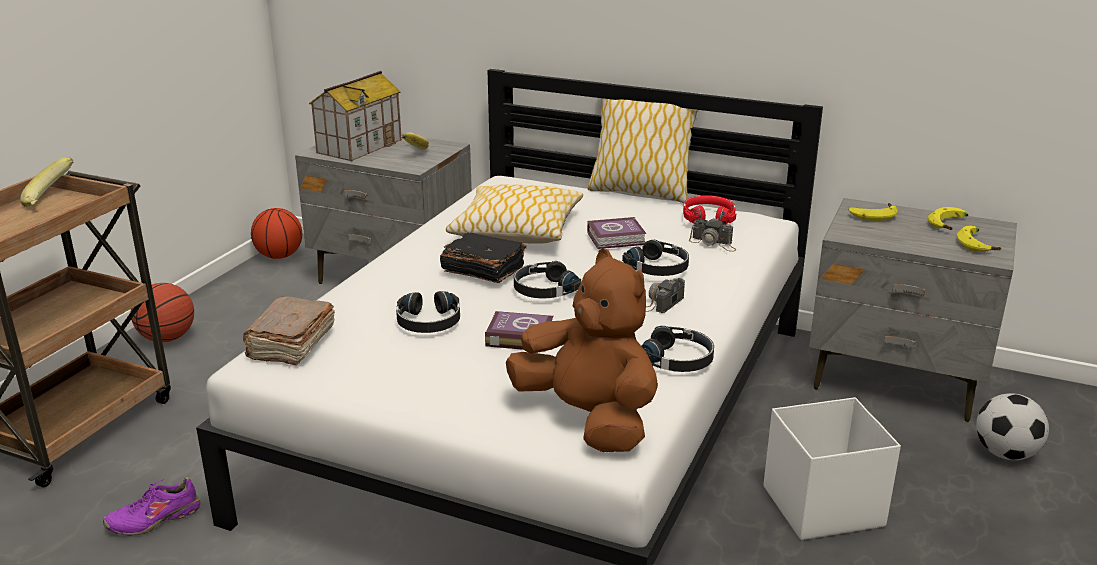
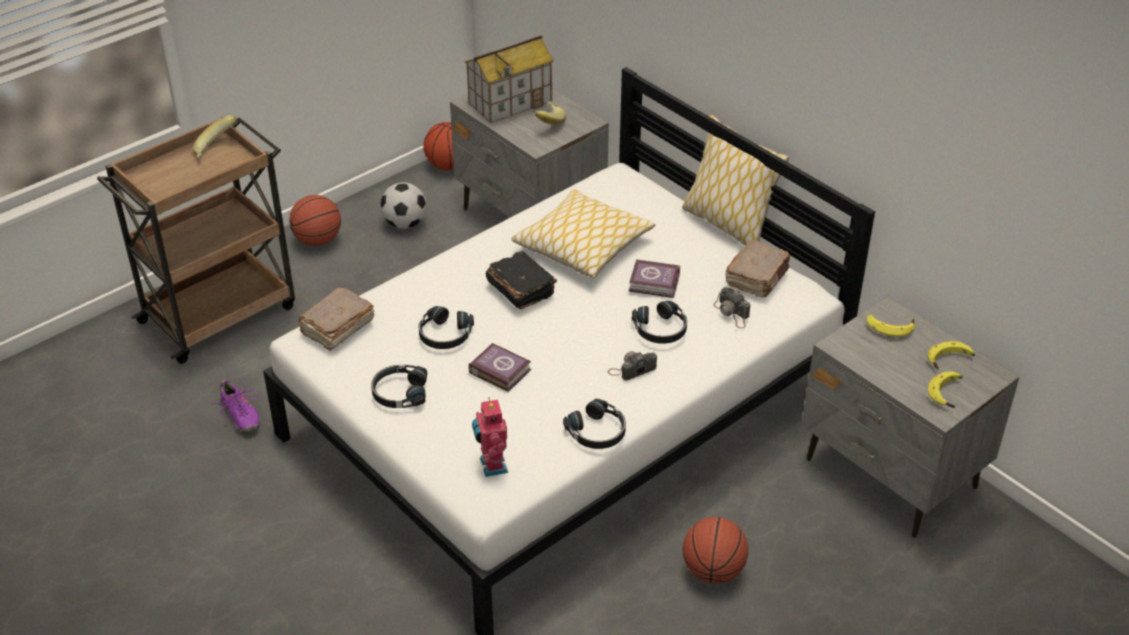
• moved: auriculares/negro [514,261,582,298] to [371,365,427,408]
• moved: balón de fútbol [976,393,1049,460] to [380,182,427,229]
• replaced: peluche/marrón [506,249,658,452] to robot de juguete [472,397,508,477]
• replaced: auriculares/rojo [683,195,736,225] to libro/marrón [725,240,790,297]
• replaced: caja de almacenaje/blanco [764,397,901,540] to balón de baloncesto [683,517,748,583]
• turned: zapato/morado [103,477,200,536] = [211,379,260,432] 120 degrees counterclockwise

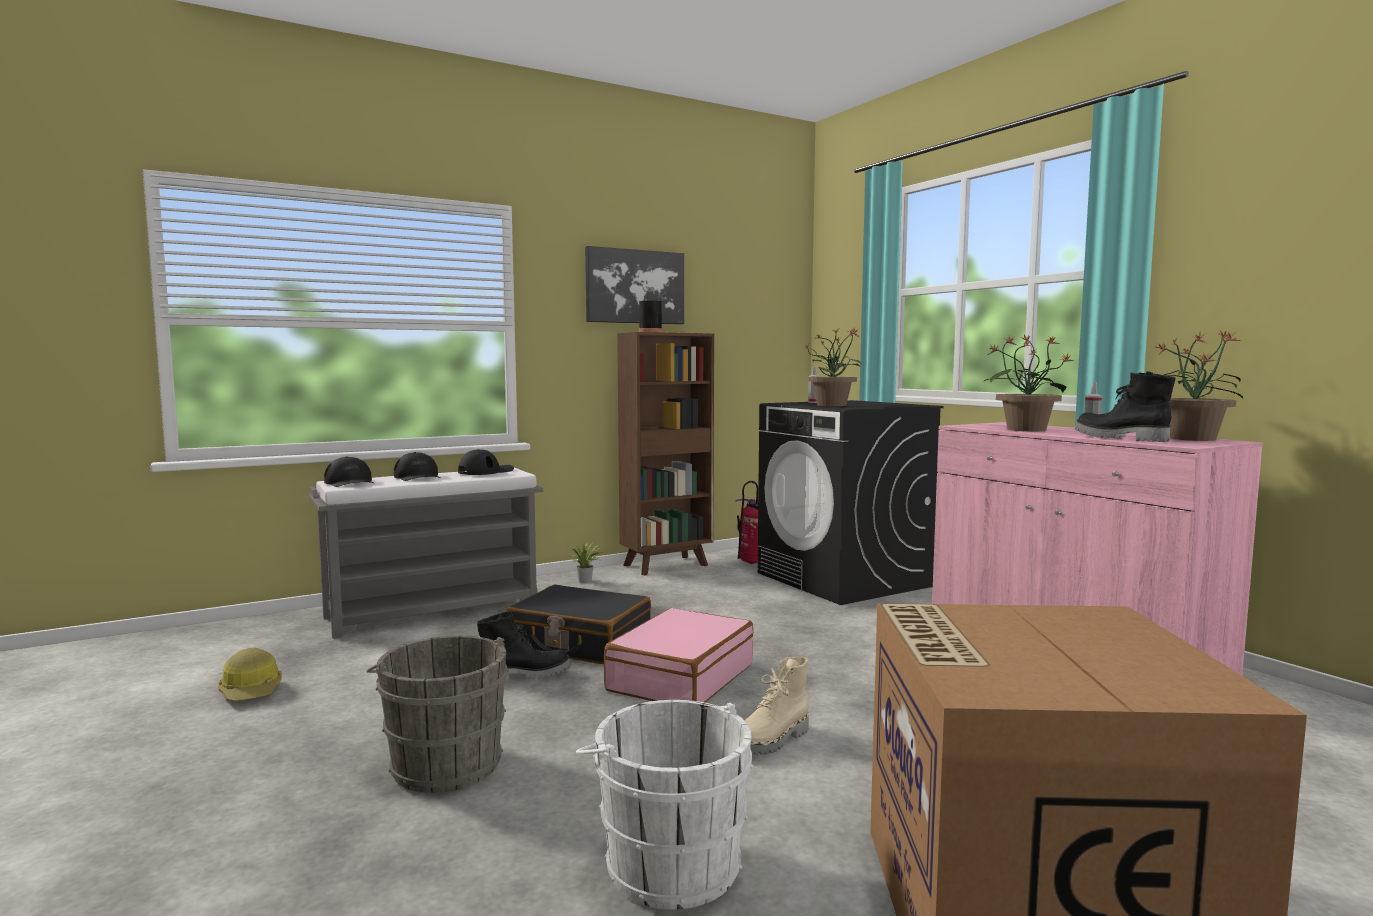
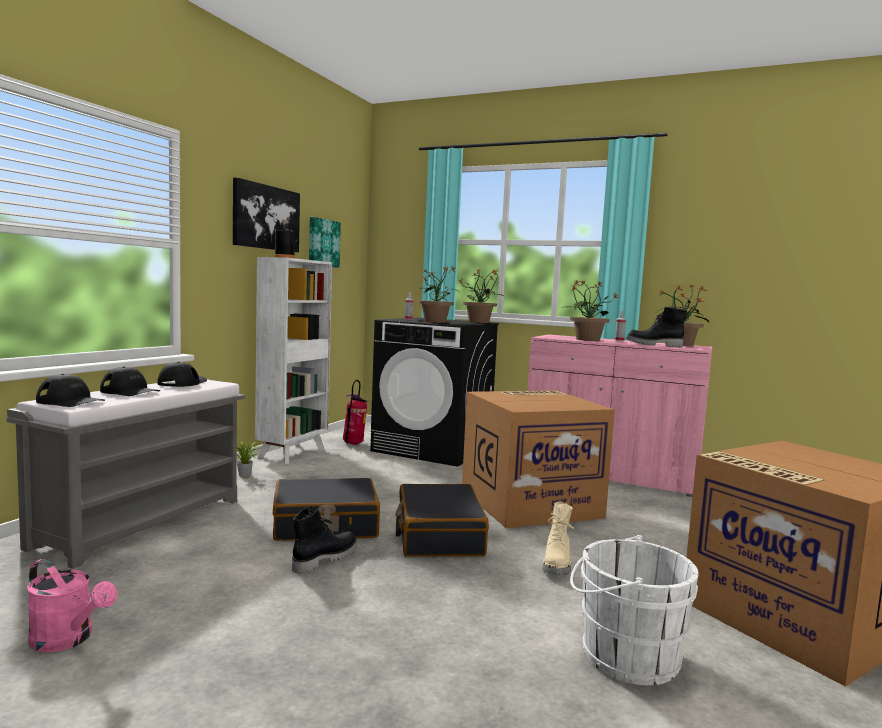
• removed: cubo/gris [367,636,509,793]
• added: cuadro [309,217,341,268]
• added: planta en maceta [459,269,505,323]
• added: caja de cartón [462,390,615,528]
• replaced: casco [218,648,282,701] to regadera/rosa [27,559,117,652]
• recoloured: maleta/rosa [604,608,753,703] to maleta/negro [395,484,489,557]
• recoloured: estantería/marrón [617,332,714,576] to estantería/blanco [255,257,332,464]

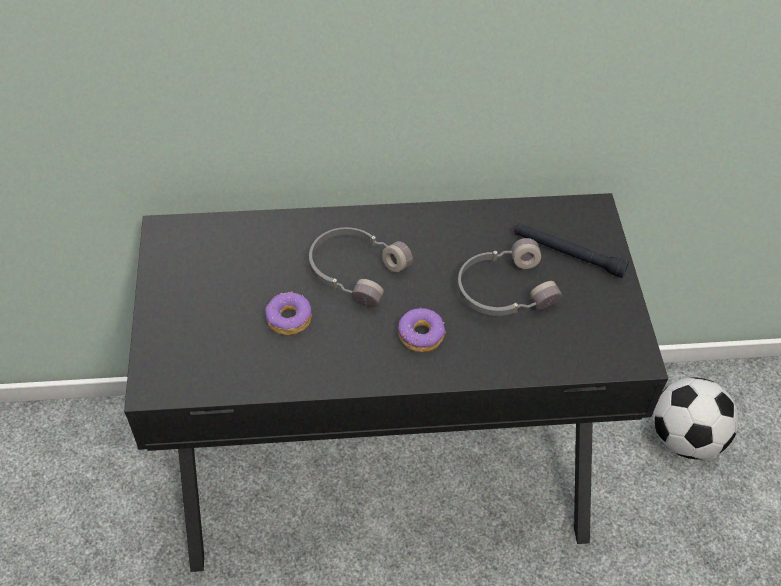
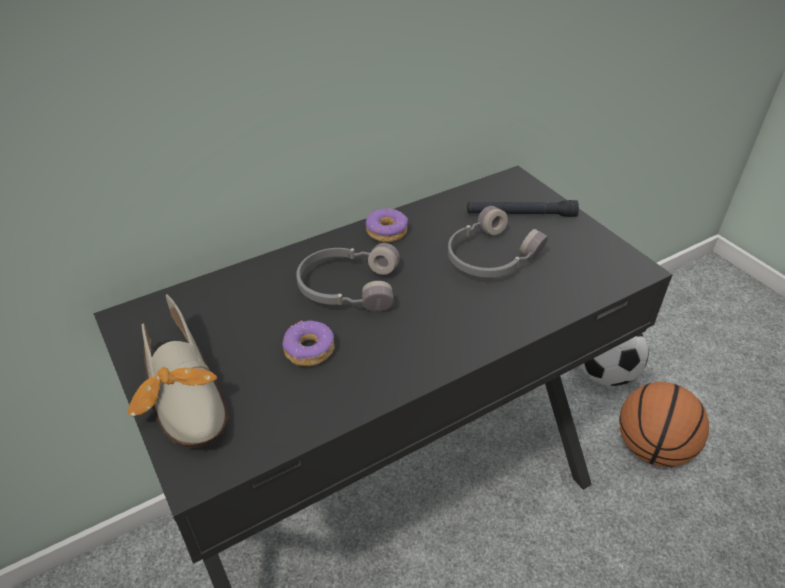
• added: zapato [128,294,228,448]
• added: balón de baloncesto [619,382,709,467]
• moved: rosquilla [398,308,446,352] to [366,208,408,242]

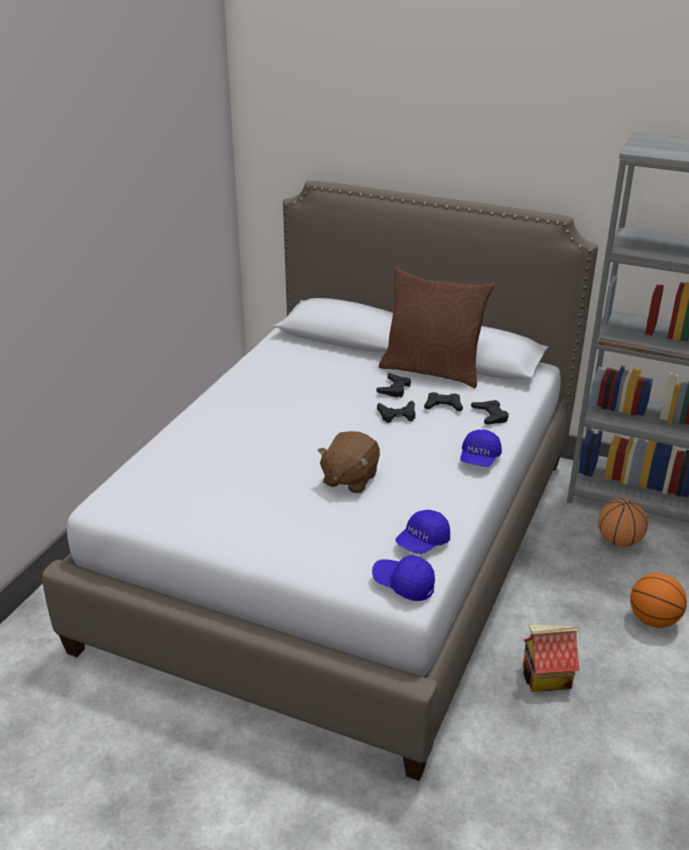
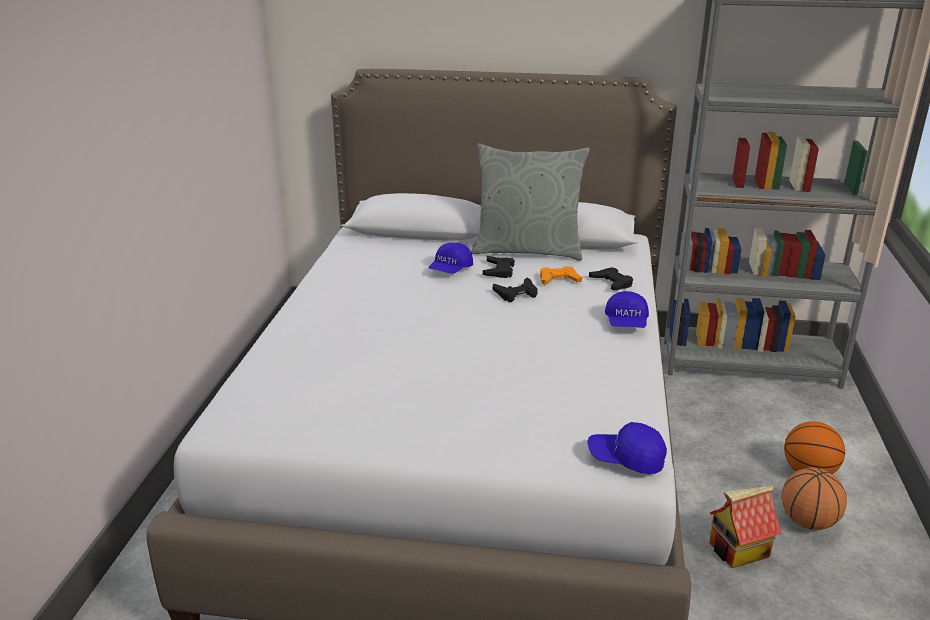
• removed: peluche/marrón [317,431,380,493]
• moved: gorra/azul [396,510,450,554] to [428,243,473,274]
• moved: balón de baloncesto [598,499,648,547] to [781,467,847,530]
• recoloured: cojín/marrón [379,268,495,388] to cojín/gris [471,143,590,261]
• recoloured: mando de consola/negro [424,392,463,411] to mando de consola/naranja [540,266,582,284]

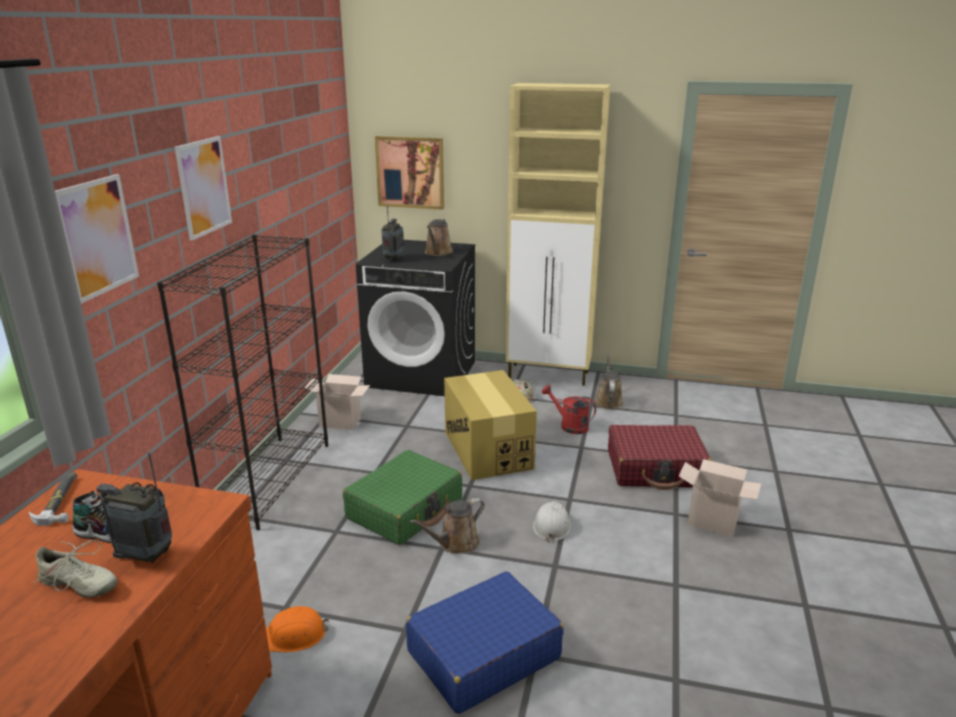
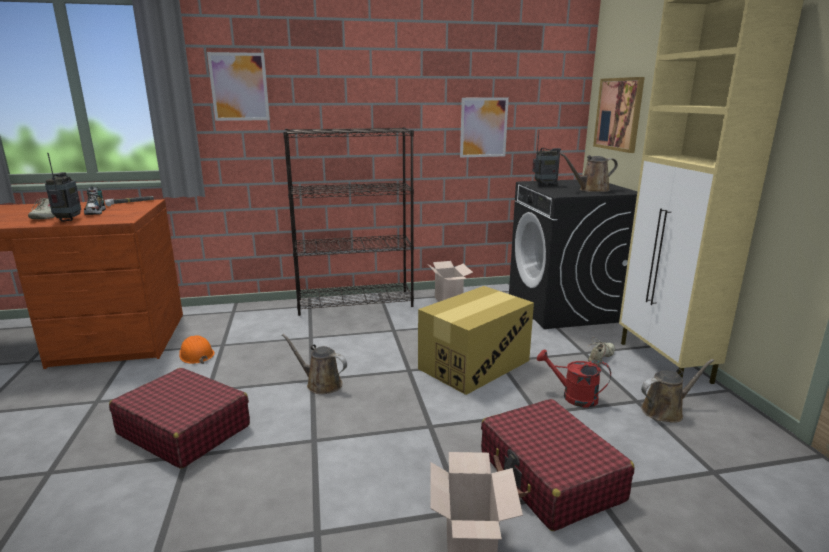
• removed: maleta/verde [343,450,462,545]
• removed: casco/blanco [533,501,571,542]
• moved: cuadro [175,136,232,241] to [460,98,509,157]
• recoloured: maleta/azul [406,571,563,714] to maleta/rojo [109,368,250,469]
• turned: regadera/rojo [542,385,596,434] = [537,349,611,408] 75 degrees counterclockwise

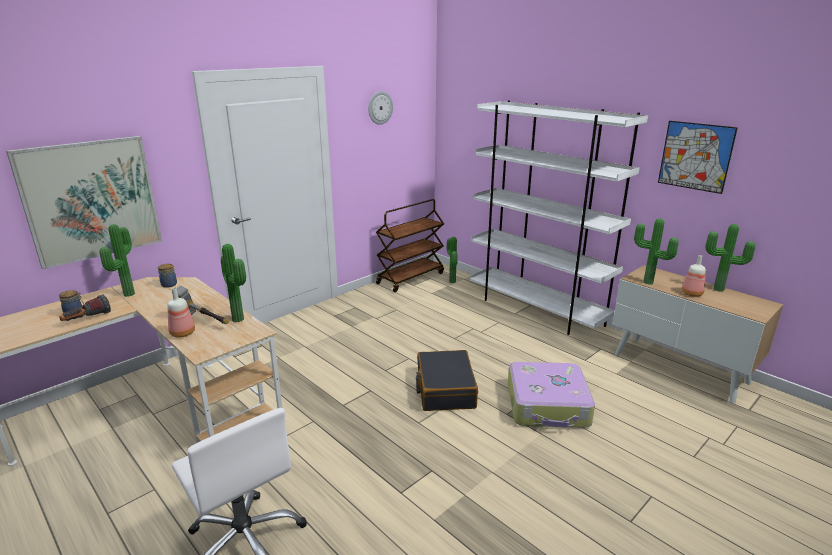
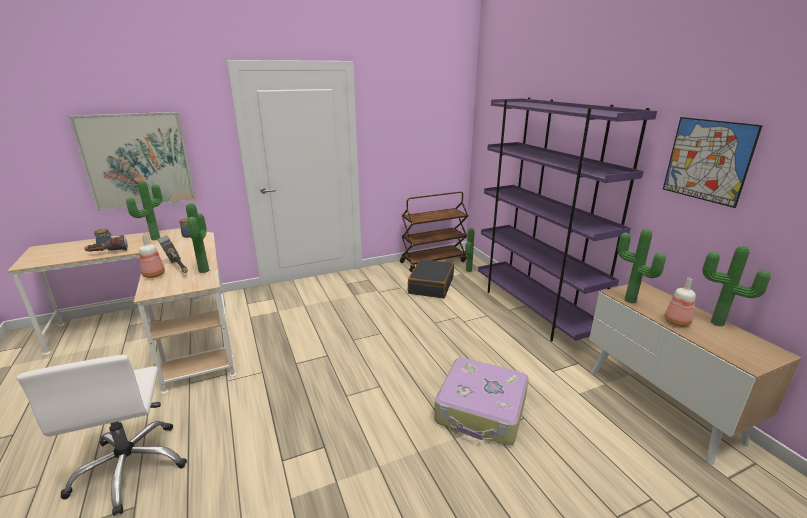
• removed: reloj de pared [368,91,393,125]
• moved: maleta/negro [416,350,478,411] to [408,259,454,299]
• recoloured: estantería/blanco [469,100,648,335] to estantería/morado [478,97,657,342]

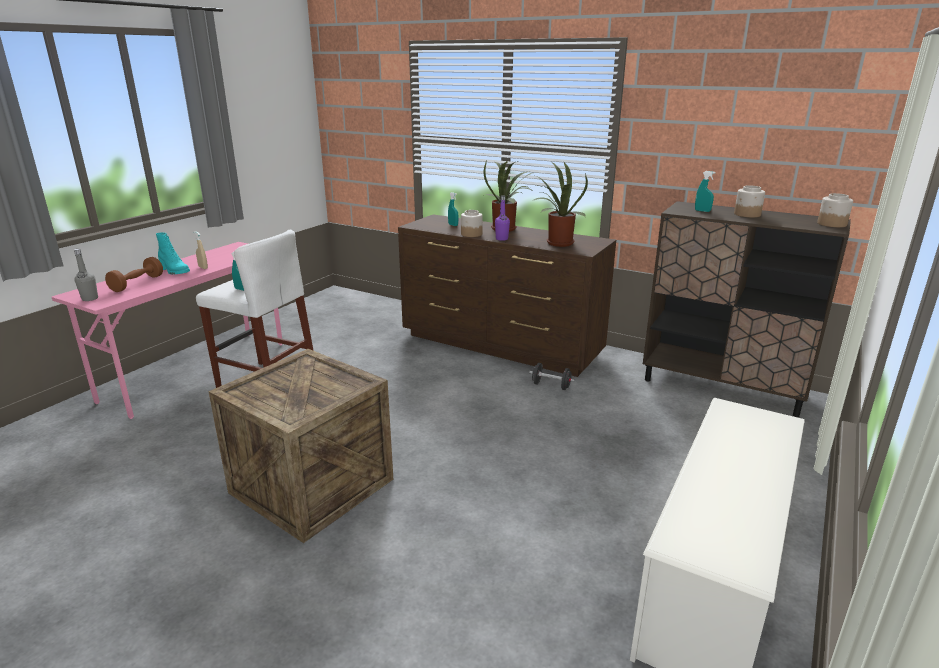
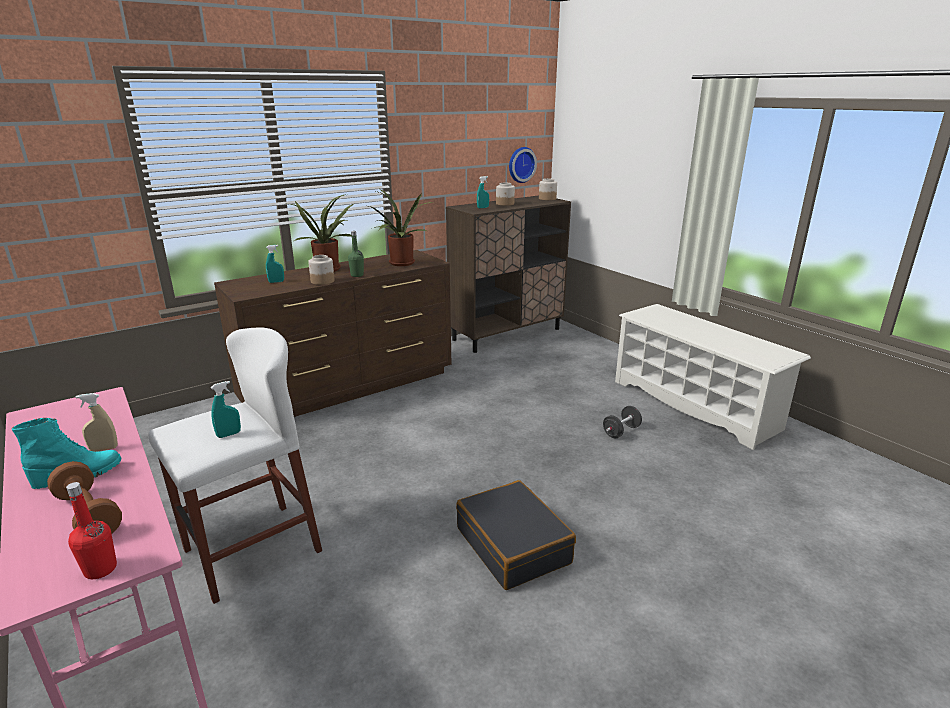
• added: reloj de pared [509,147,537,183]
• moved: mancuerna/negro [529,363,575,390] to [603,406,642,438]
• replaced: caja de embalaje [208,349,394,543] to maleta/negro [456,480,576,590]
• recoloured: botella/gris [74,249,98,301] to botella/rojo [66,482,117,579]
• recoloured: botella/morado [495,195,510,241] to botella/verde [348,231,364,277]

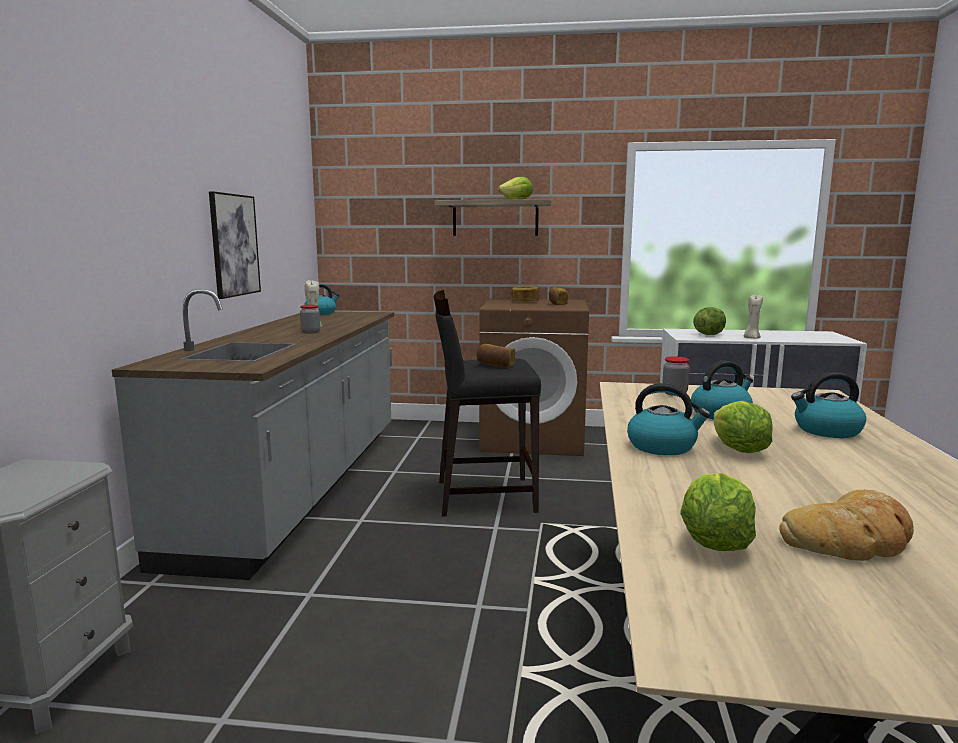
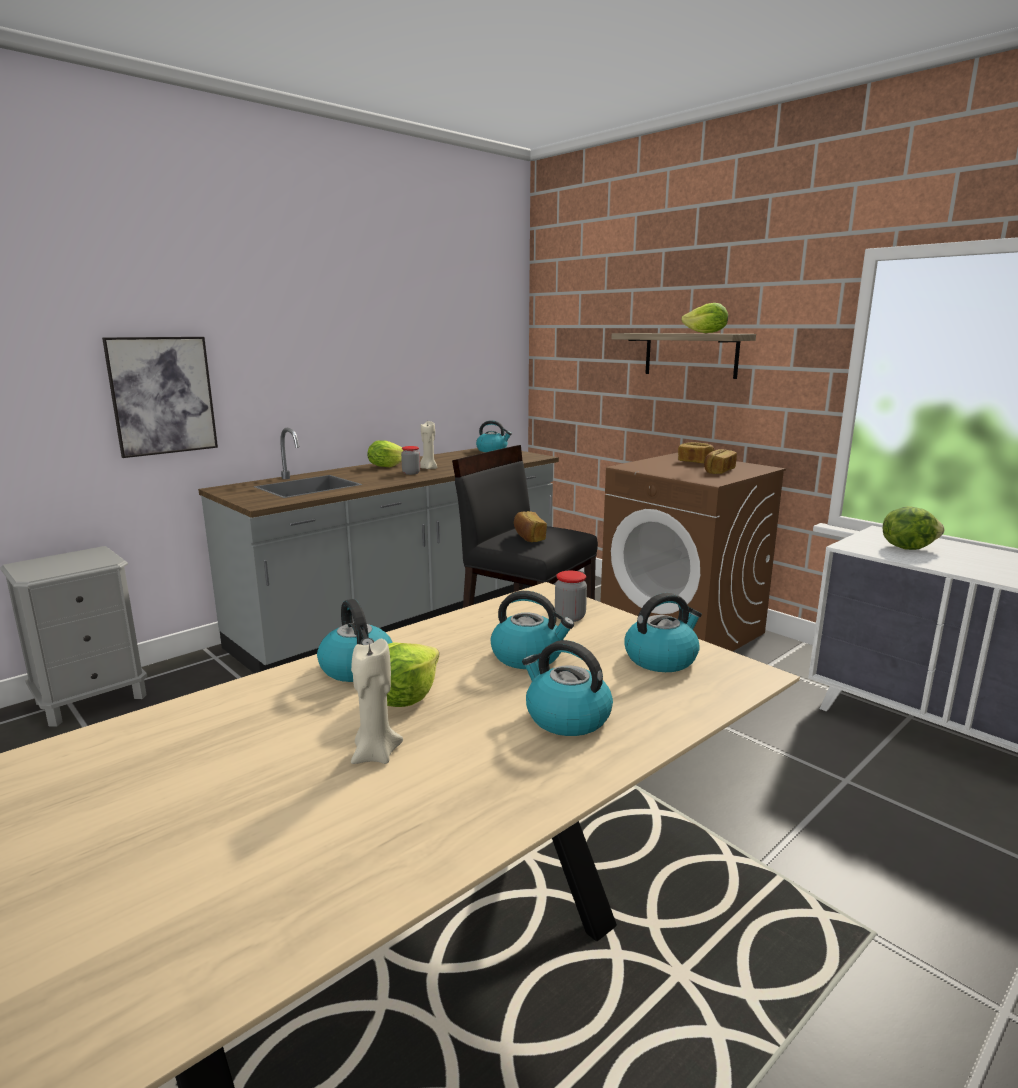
• removed: pan [779,490,914,561]
• added: hervidor [625,593,702,672]
• moved: cuadro [209,191,261,299] to [102,337,218,458]
• moved: lechuga [680,473,756,551] to [367,440,403,467]
• moved: vela/beis [744,294,763,339] to [351,639,403,764]

